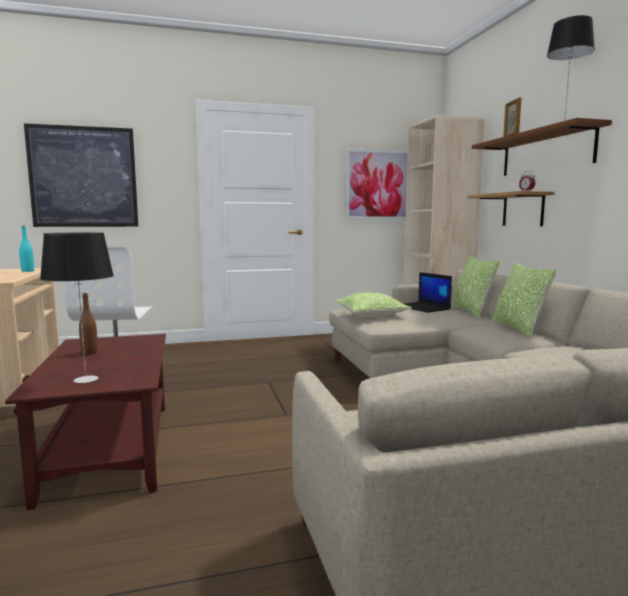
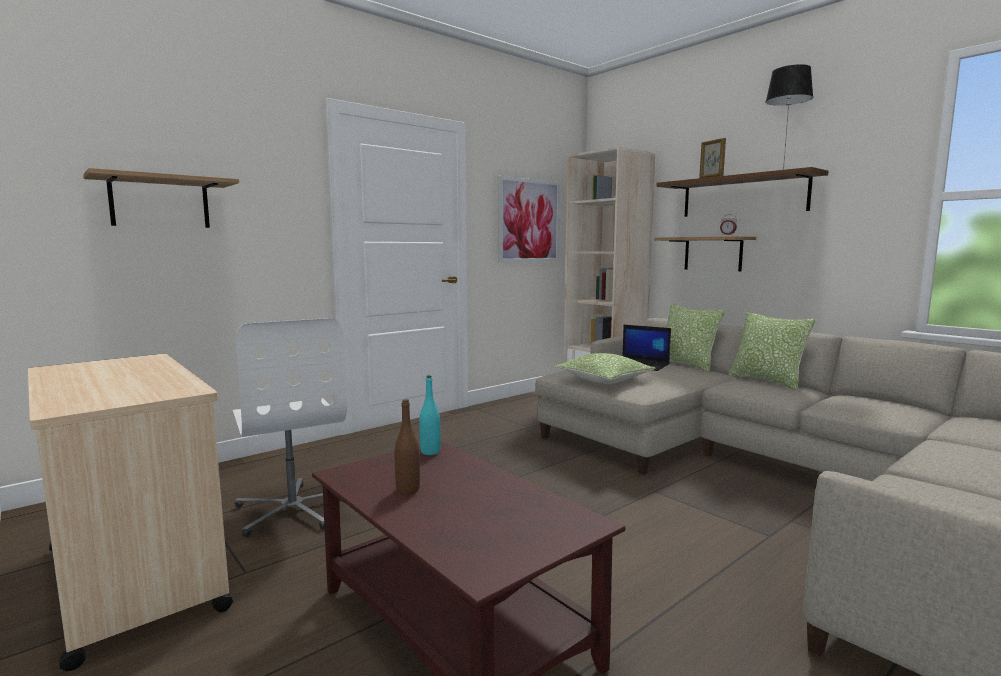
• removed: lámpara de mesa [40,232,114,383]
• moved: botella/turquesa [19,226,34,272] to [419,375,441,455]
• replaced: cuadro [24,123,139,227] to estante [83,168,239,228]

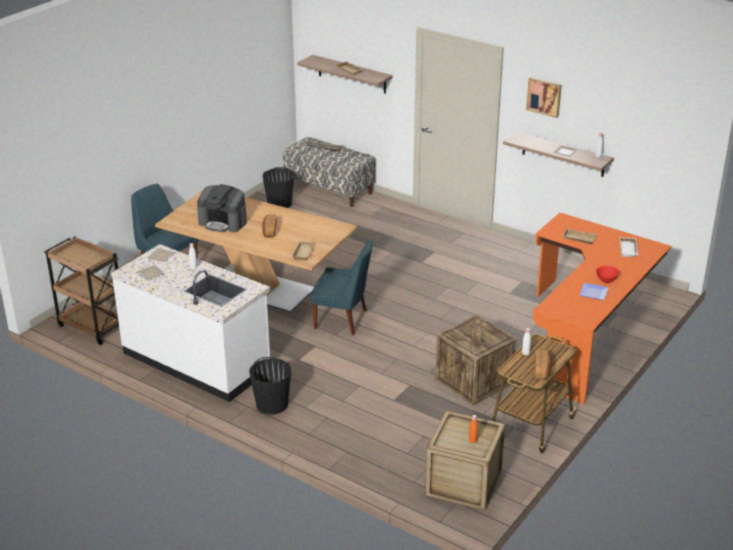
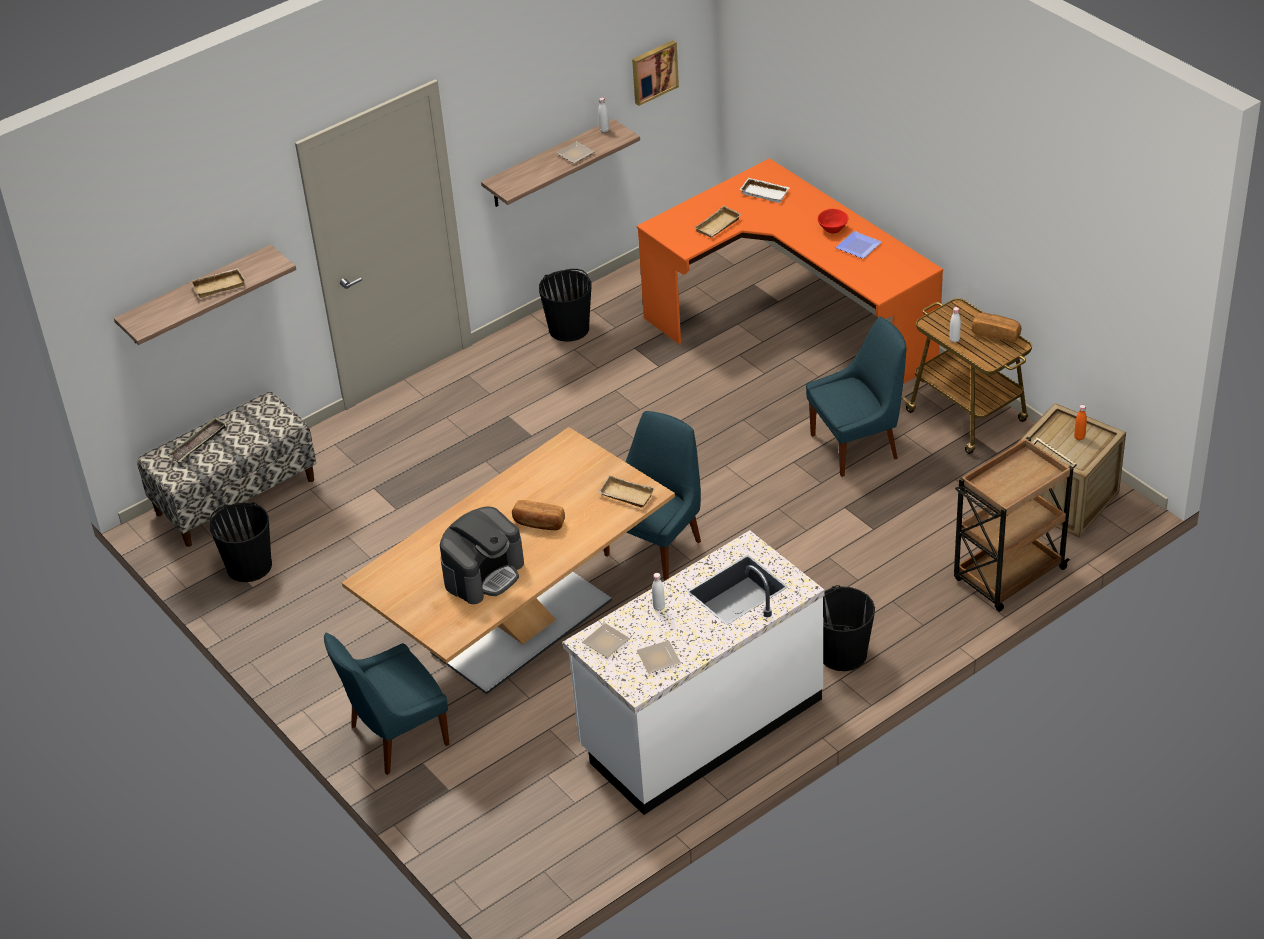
• added: cubo/negro [539,269,591,342]
• moved: carrito/marrón [44,236,119,345] to [954,437,1077,612]
• moved: cuadro [526,77,562,118] to [632,40,679,106]
• replaced: caja de embalaje [435,314,517,406] to silla/azul [806,317,906,477]

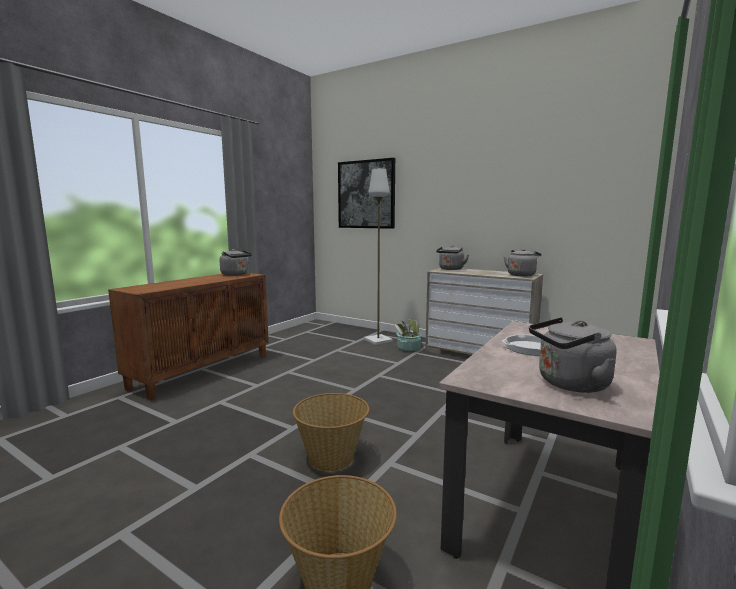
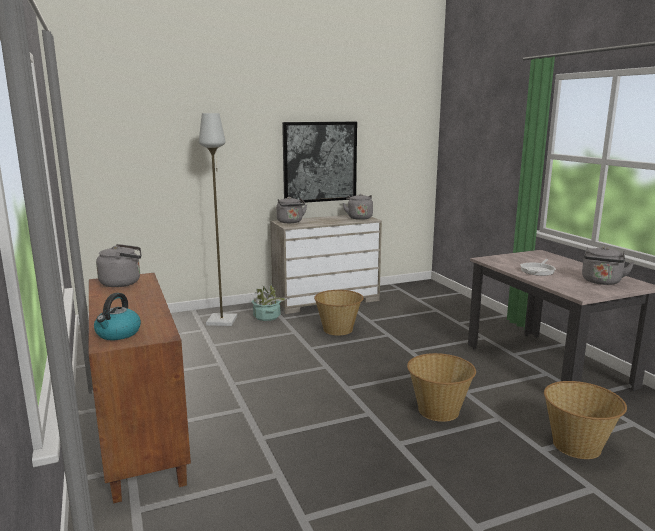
• added: hervidor [94,293,141,340]
• added: cesta [314,290,364,336]
• moved: cuadro [338,158,395,229] to [282,122,357,203]

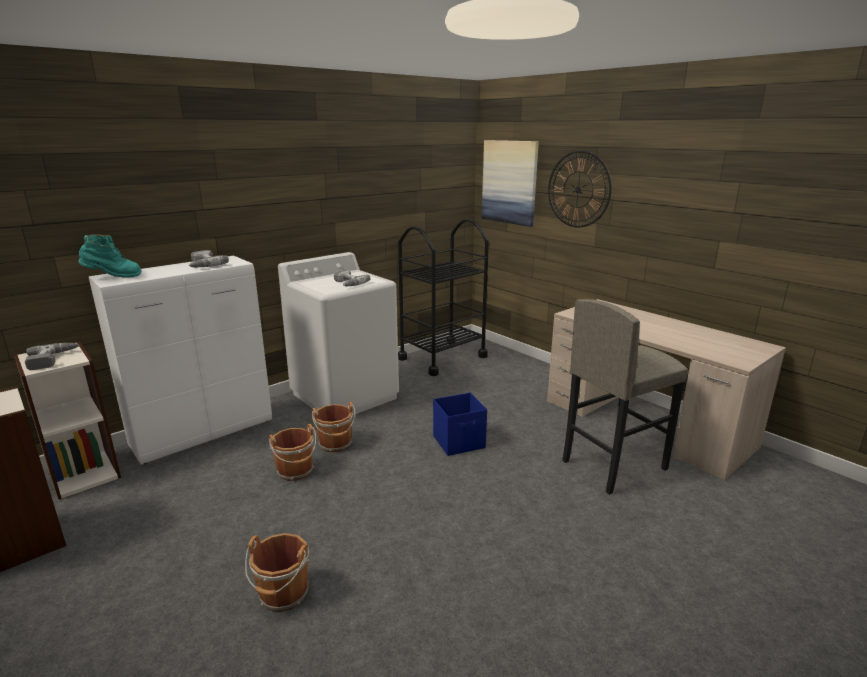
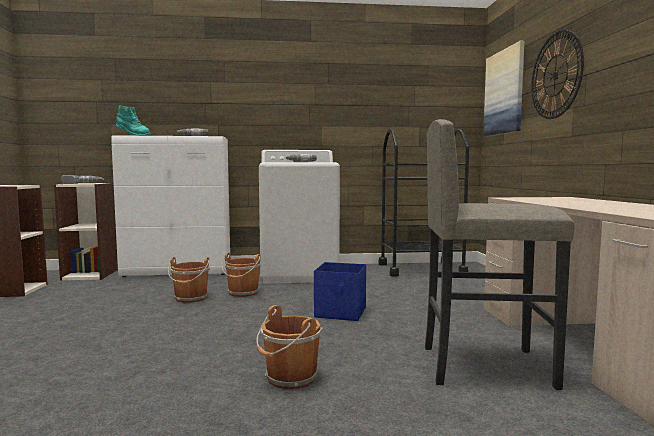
• moved: cubo/marrón [245,533,309,612] to [256,305,323,389]

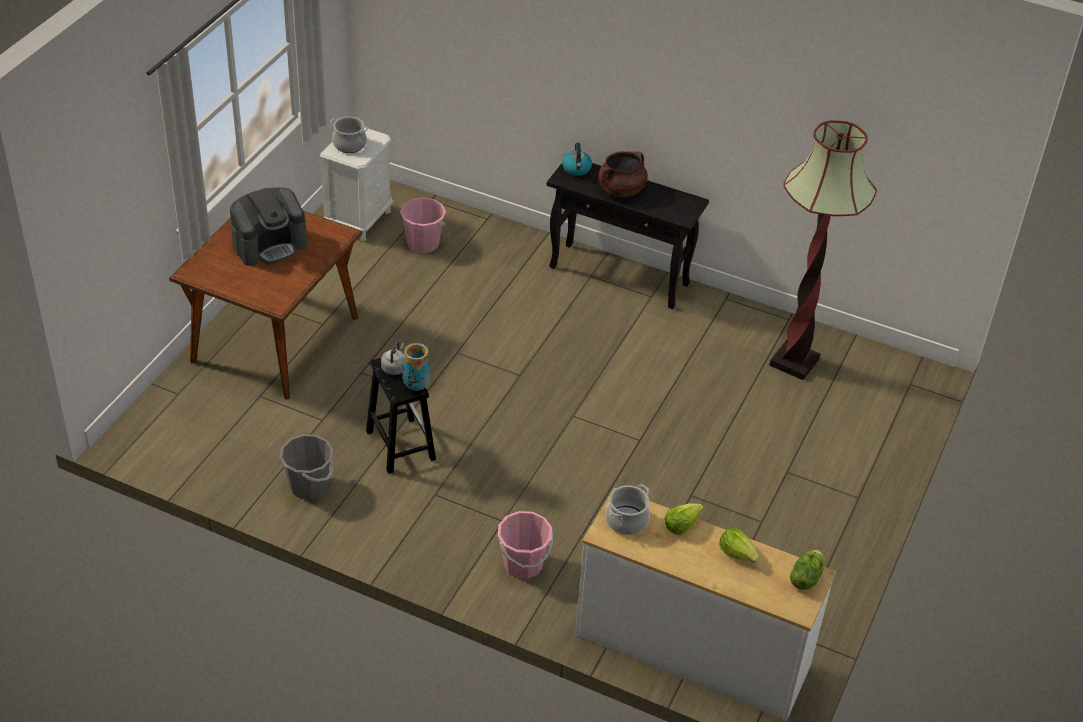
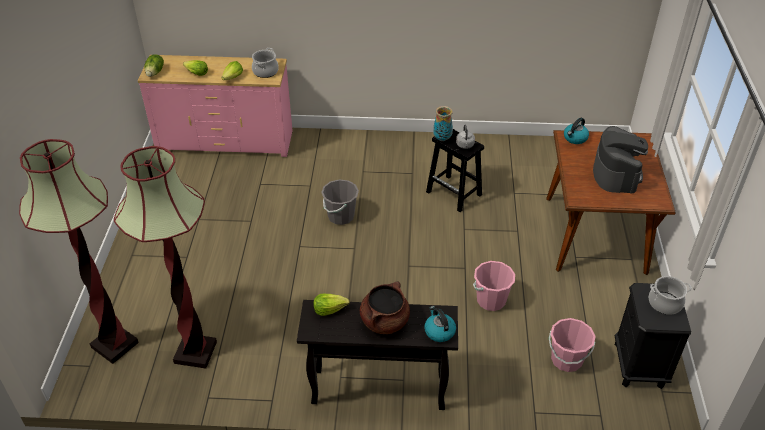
• added: lámpara de pie [19,139,139,364]
• added: lechuga [313,294,350,316]
• added: hervidor [564,118,589,144]
• moved: cubo/gris [279,434,333,500] to [321,179,359,225]
• moved: cubo/rosa [498,511,553,579] to [473,261,515,311]
• recoloured: mesita de noche/blanco [320,128,393,241] to mesita de noche/negro [615,283,691,389]
• recoloured: cómoda/blanco [575,488,836,721] to cómoda/rosa [138,55,293,157]
• turned: cafetera [230,187,307,266] = [593,126,648,194] 150 degrees clockwise

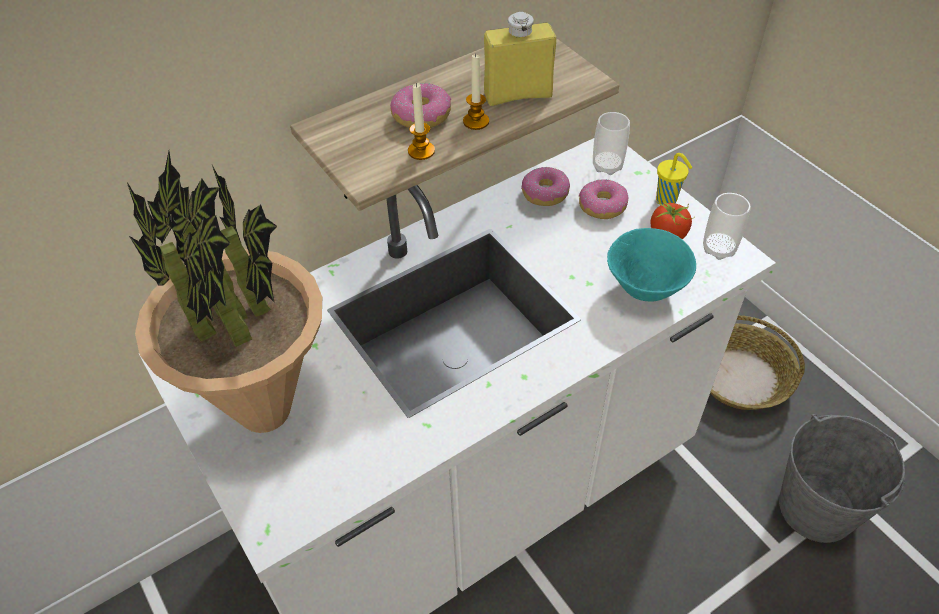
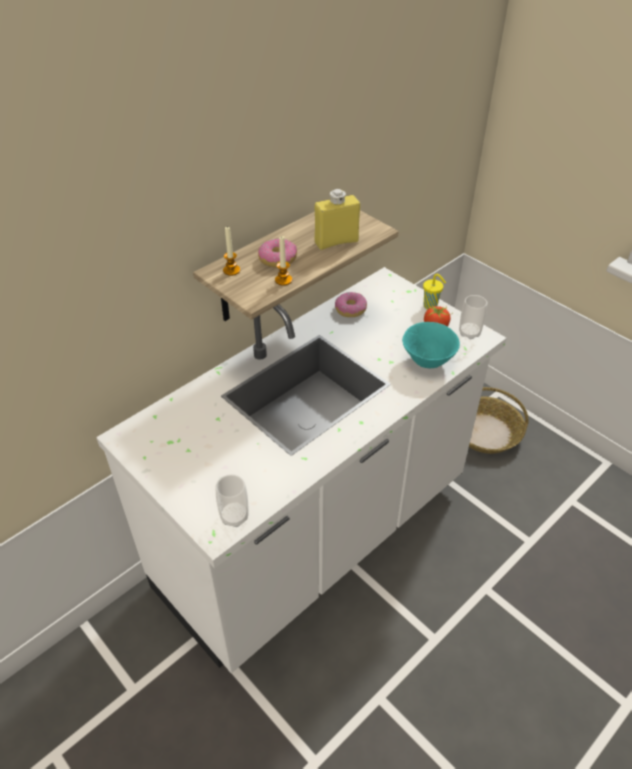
• removed: planta en maceta [127,151,322,433]
• removed: rosquilla [579,179,628,219]
• removed: cubo/gris [779,414,905,543]
• moved: vela [463,53,489,130] to [223,227,240,276]
• moved: taza [593,112,630,175] to [216,474,249,527]

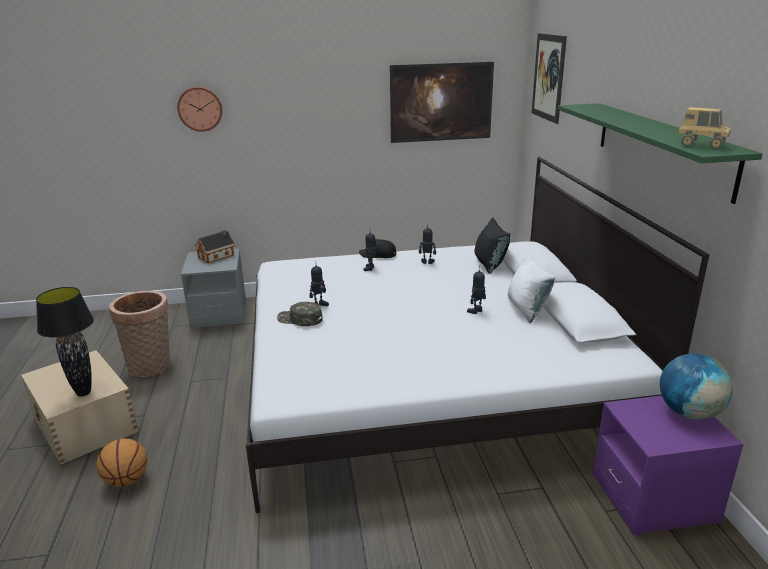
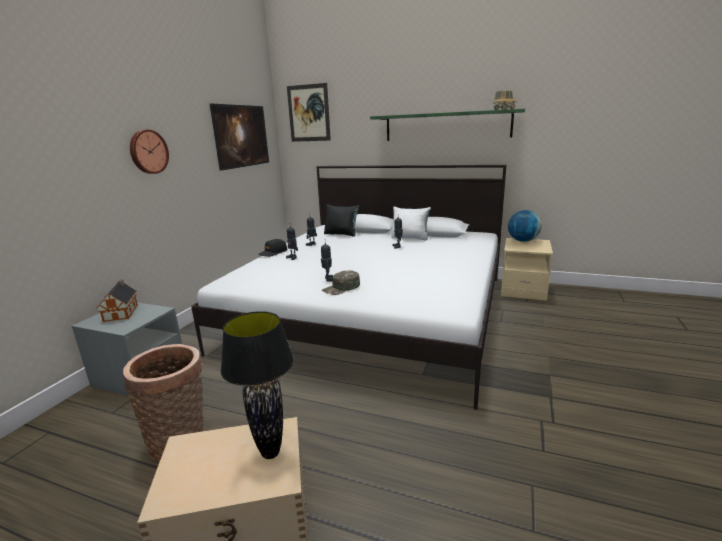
• removed: balón de baloncesto [96,438,147,487]
• moved: reloj de pared [177,87,222,132] to [130,130,169,174]
• recoloured: mesita de noche/morado [593,396,744,536] to mesita de noche/beis [501,238,553,301]

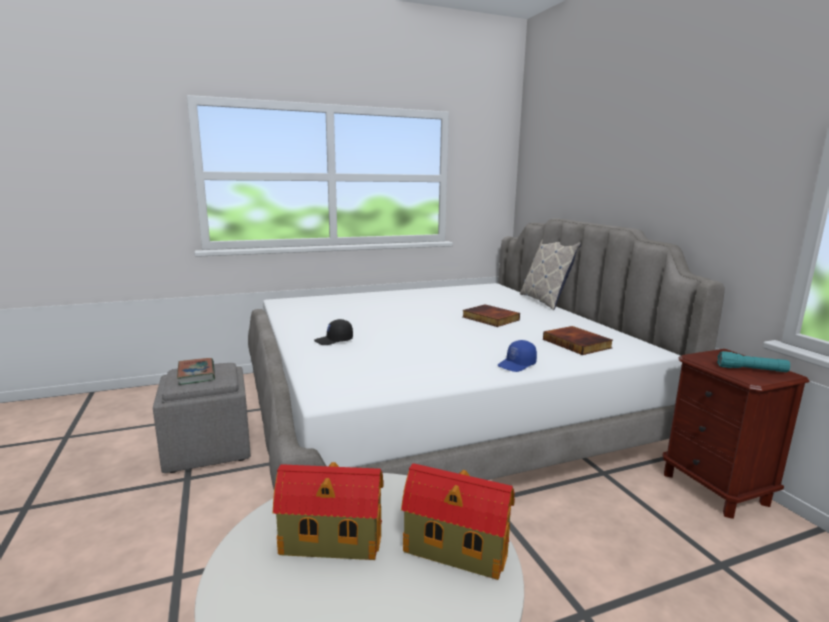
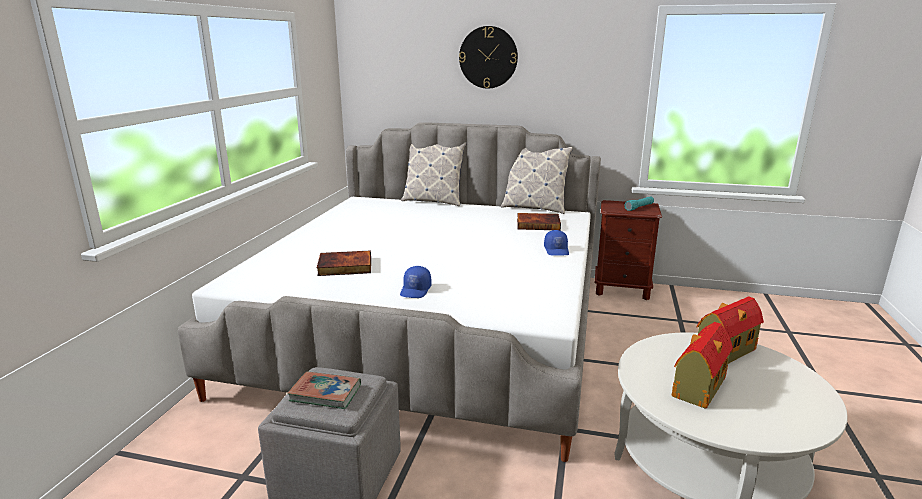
• added: reloj de pared [459,26,518,89]
• added: cojín [501,147,573,214]
• moved: libro [463,304,520,327] to [317,250,371,276]
• recoloured: gorra/negro [314,319,353,345] to gorra/azul [400,266,431,298]

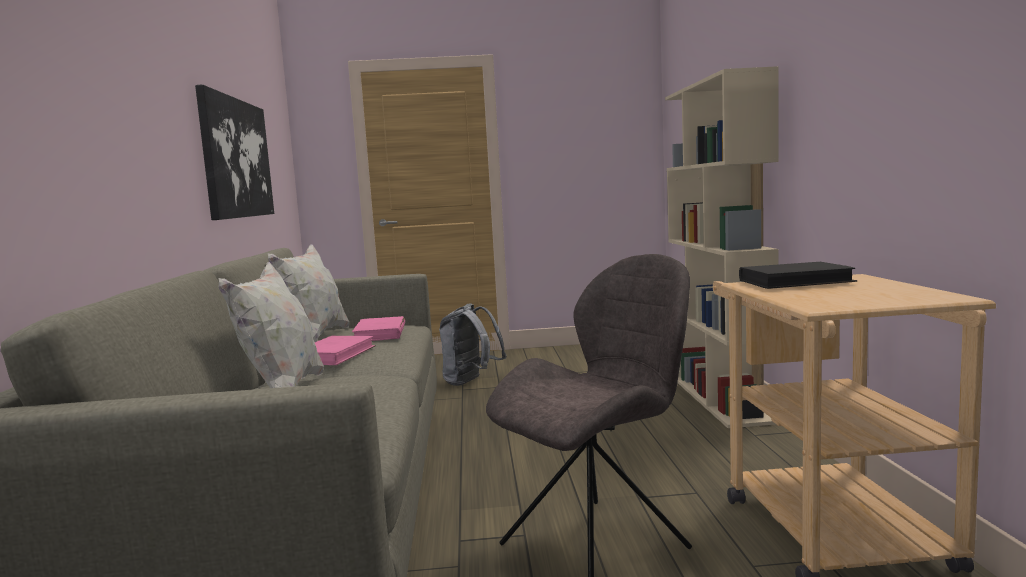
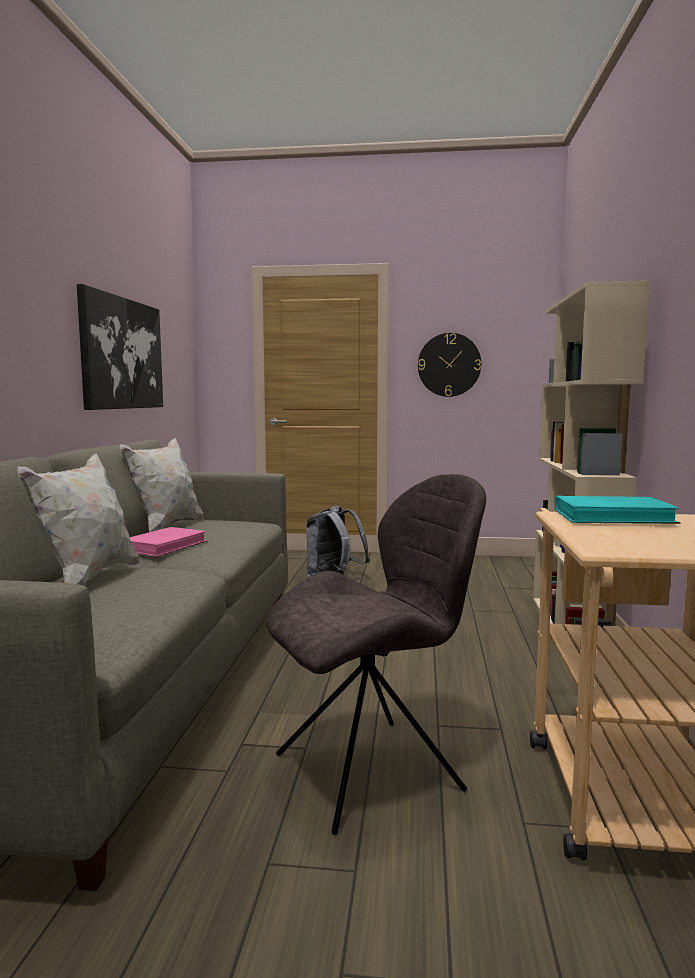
• removed: libro/rosa [352,316,405,341]
• added: reloj de pared [418,333,481,397]
• recoloured: libro/negro [739,262,857,289] to libro/turquesa [555,496,680,524]

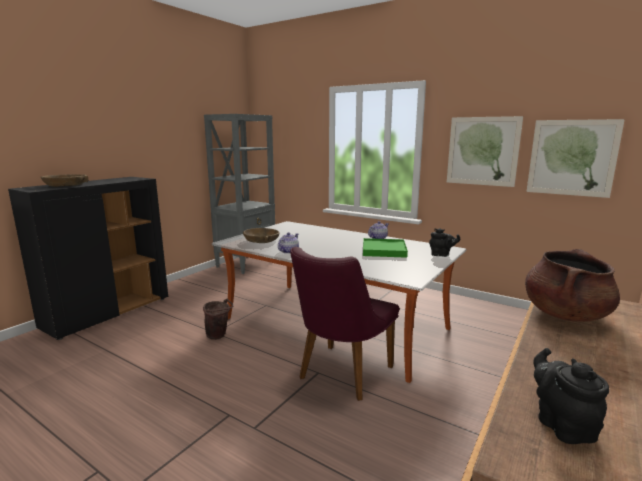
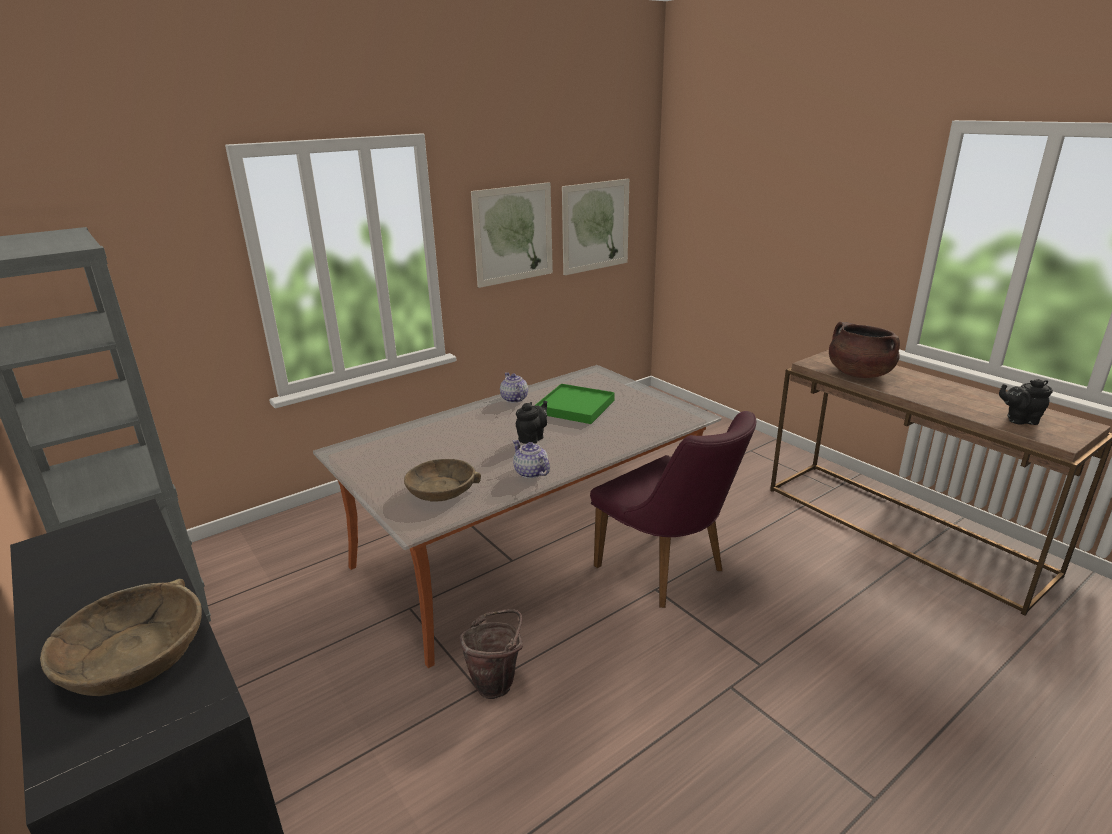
• moved: tetera/negro [429,228,460,257] to [516,401,547,444]

